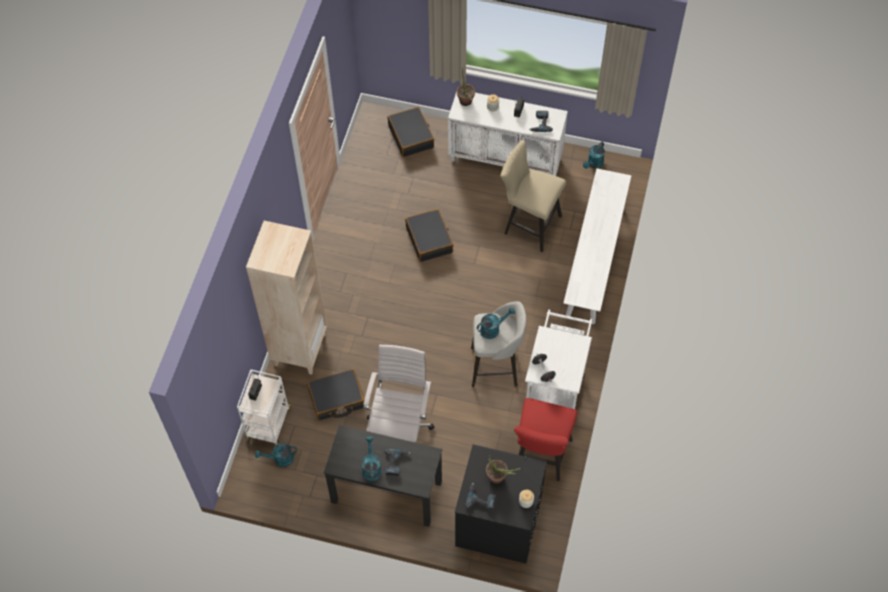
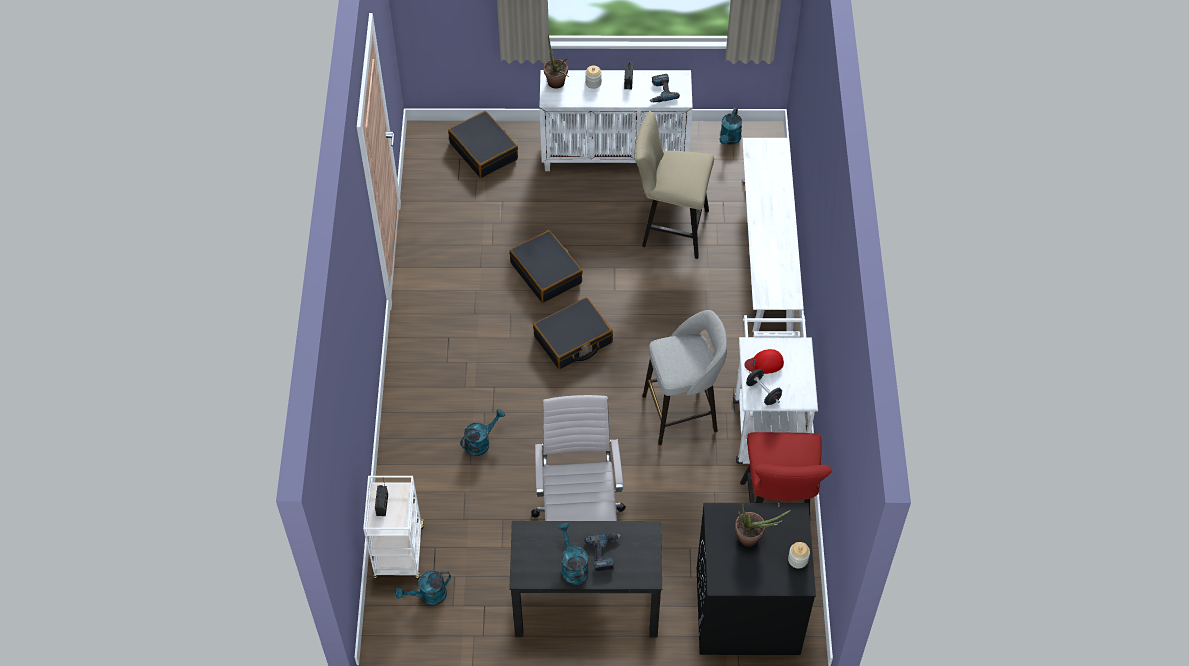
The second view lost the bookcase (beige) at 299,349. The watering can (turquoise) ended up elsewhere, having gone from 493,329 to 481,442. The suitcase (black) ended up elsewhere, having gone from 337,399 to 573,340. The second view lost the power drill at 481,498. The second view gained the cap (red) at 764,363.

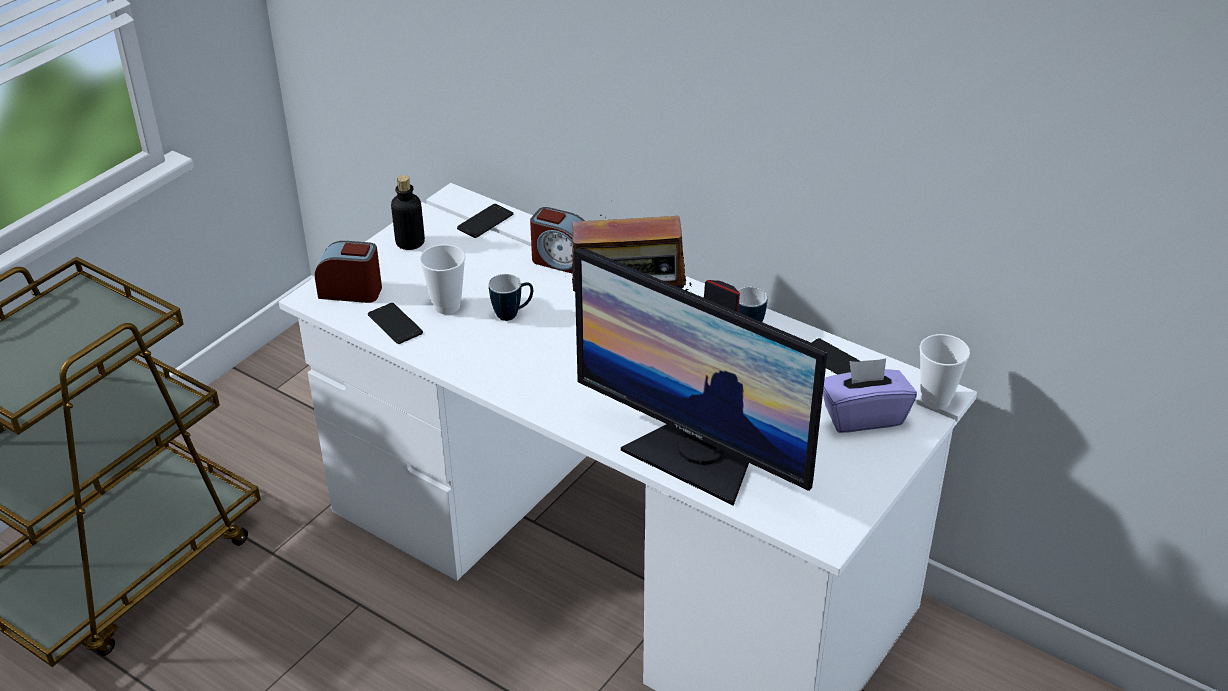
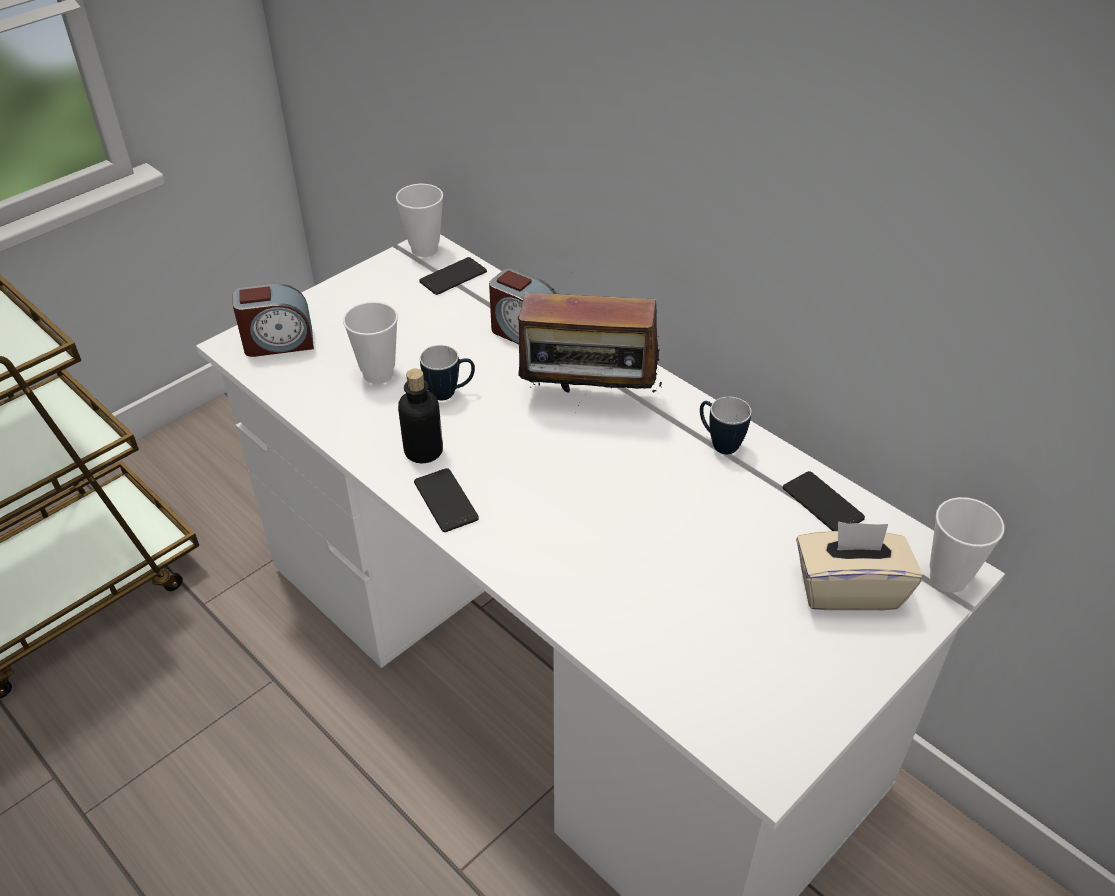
The bottle ended up elsewhere, having gone from 410,242 to 423,451. The alarm clock at 351,291 ended up facing another way, 150 degrees clockwise from before. The second view lost the monitor at 695,458. The phone ended up elsewhere, having gone from 395,324 to 446,500. What was the tissue box (purple) at 863,416 turned into the tissue box (beige) at 848,588. The second view gained the cup at 424,249.

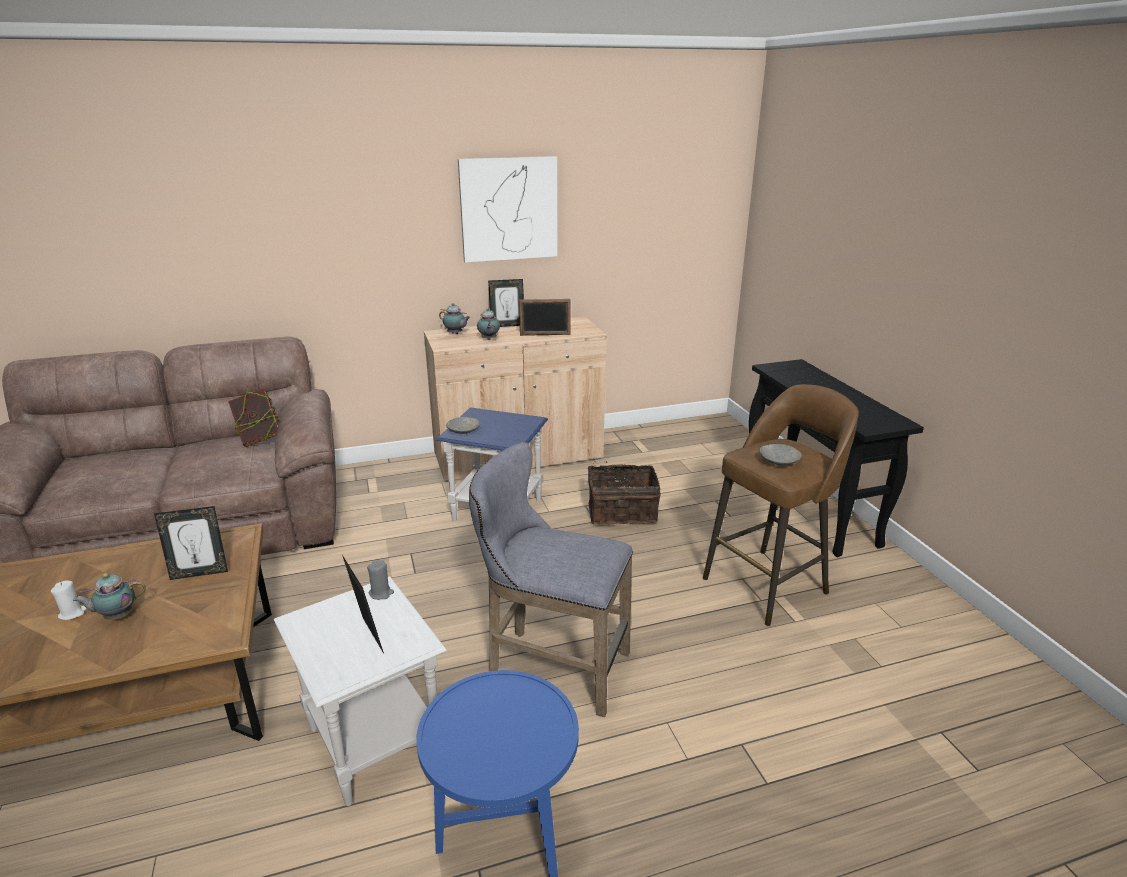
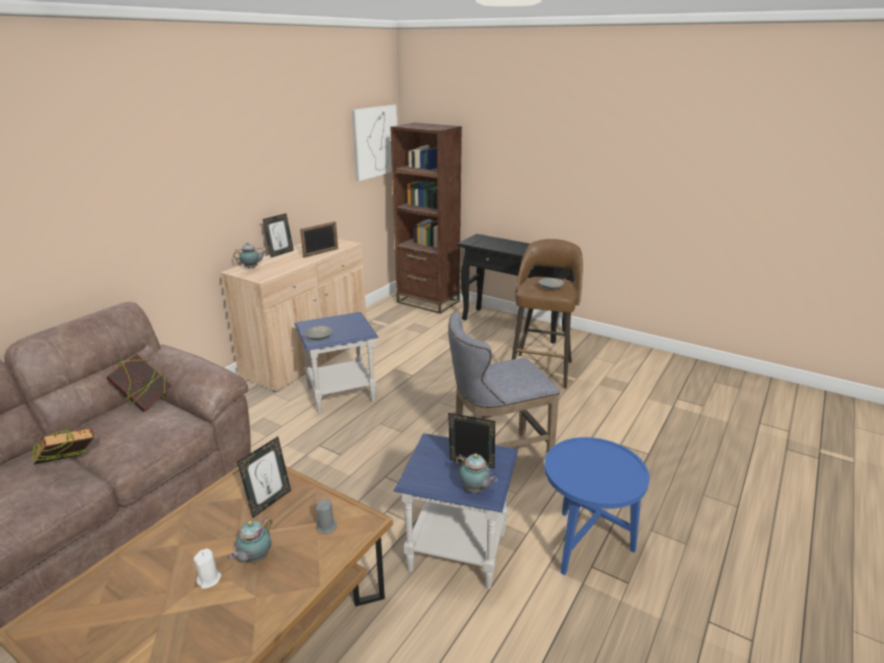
The picture ended up elsewhere, having gone from 508,209 to 375,141. The teapot ended up elsewhere, having gone from 488,339 to 475,490. The second view lost the basket at 621,511. The candle (grey) ended up elsewhere, having gone from 381,593 to 326,527. What was the side table (white) at 374,741 turned into the side table (blue) at 456,551. The second view gained the bookcase (brown) at 428,302. The second view gained the book at 70,468.

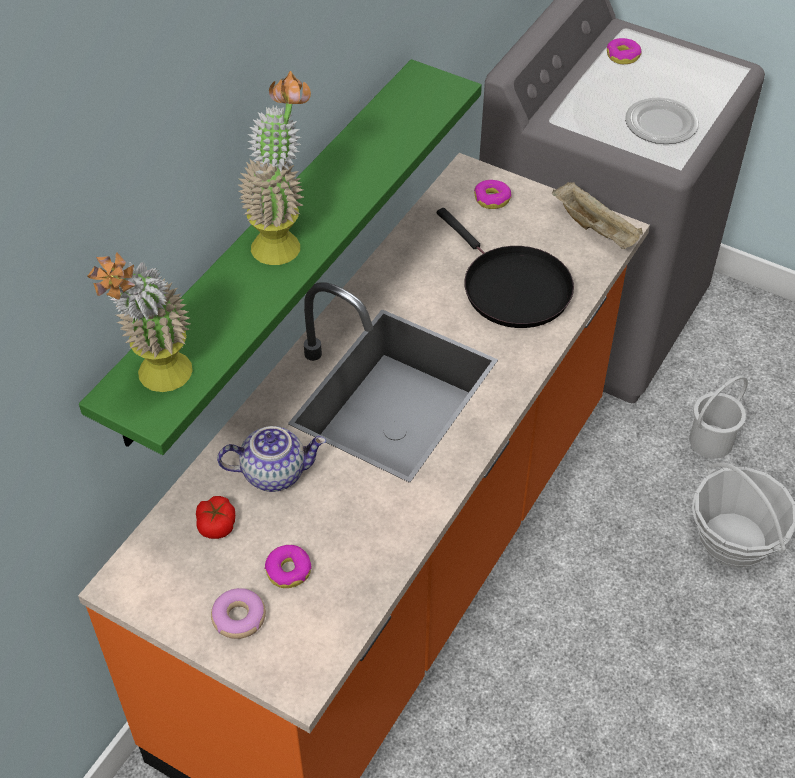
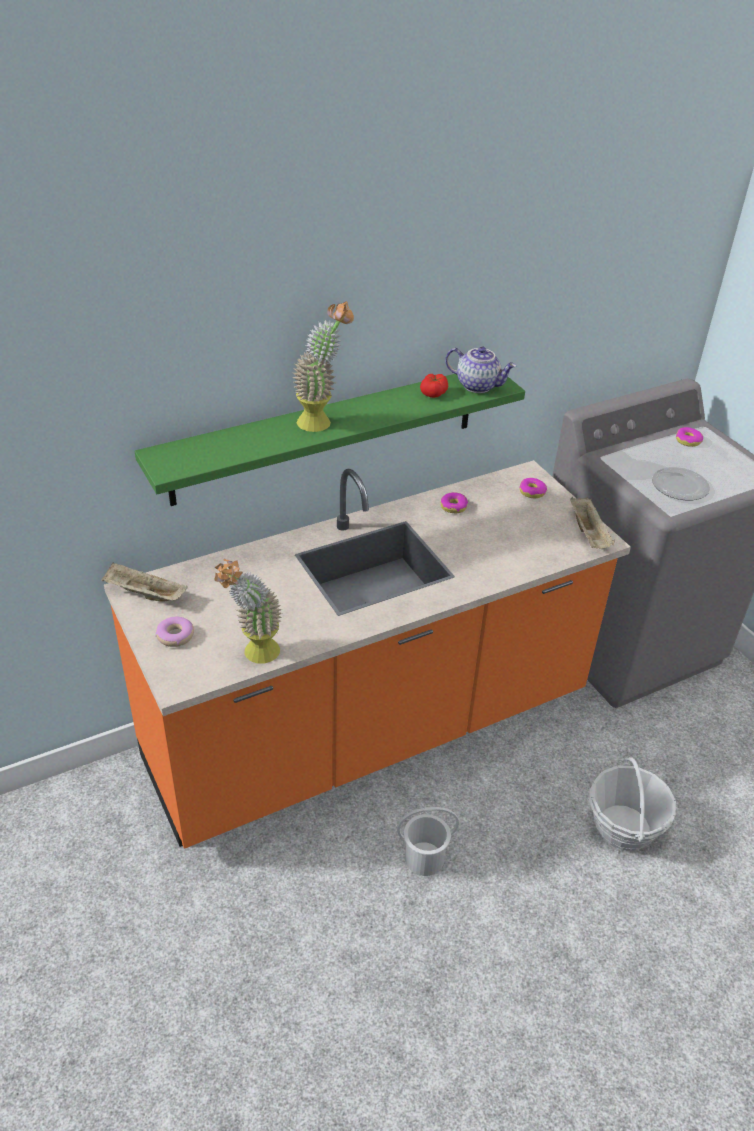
The second view lost the frying pan (black) at 511,288. The potted plant ended up elsewhere, having gone from 158,382 to 254,655. The bucket (white) ended up elsewhere, having gone from 710,441 to 423,858. The teapot ended up elsewhere, having gone from 274,472 to 478,385. The tomato ended up elsewhere, having gone from 217,524 to 433,393. The donut ended up elsewhere, having gone from 288,570 to 453,506. The second view gained the tray (beige) at 144,594.

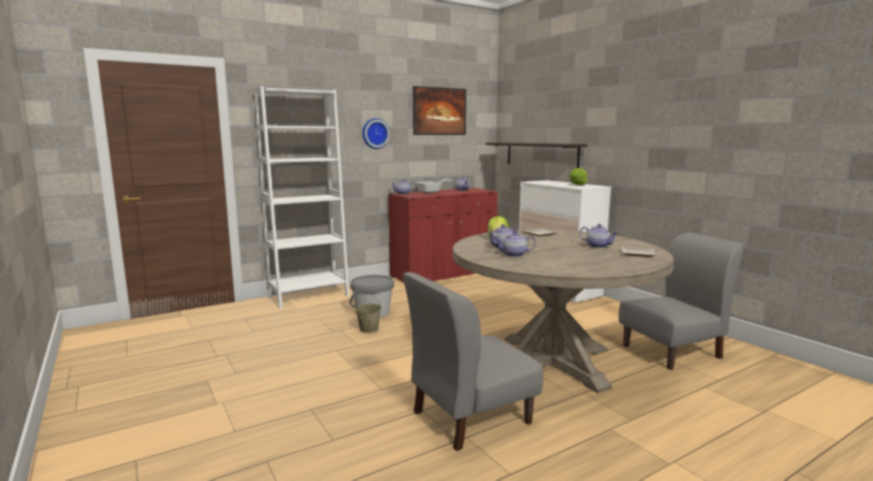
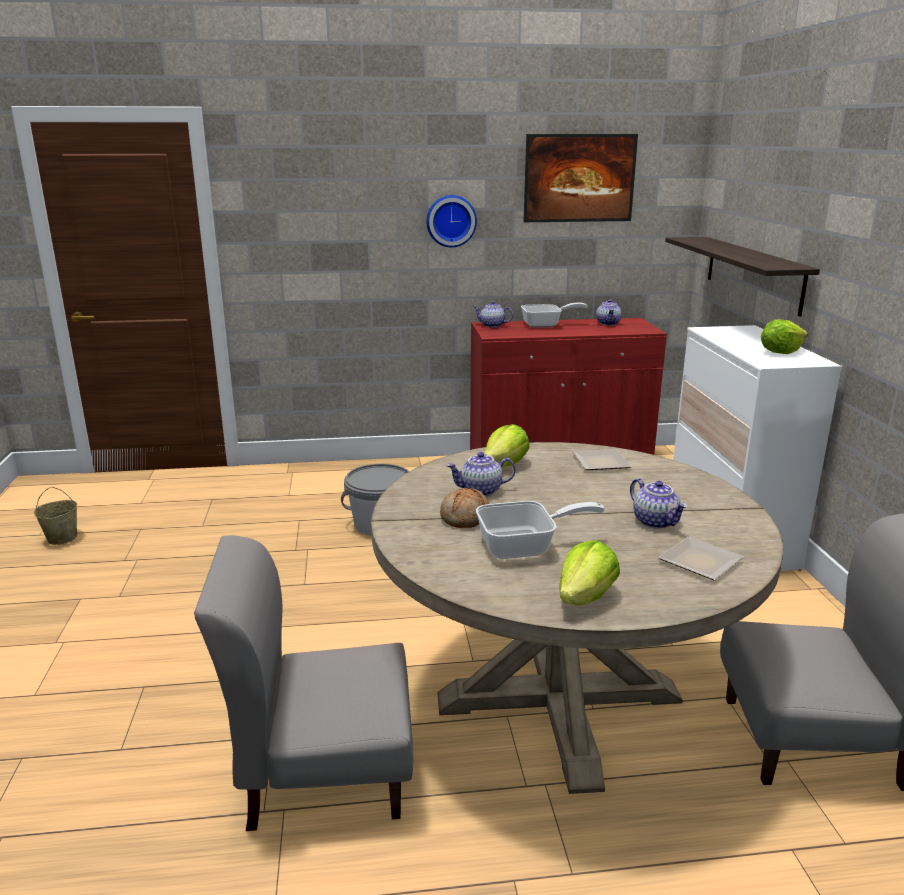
The second view lost the bookcase (white) at 309,297. Where the teapot stood at 514,255, the bread came to stand at 465,518. The bucket (beige) ended up elsewhere, having gone from 369,329 to 62,538. The second view gained the frying pan at 525,547. The second view gained the lettuce at 586,597.

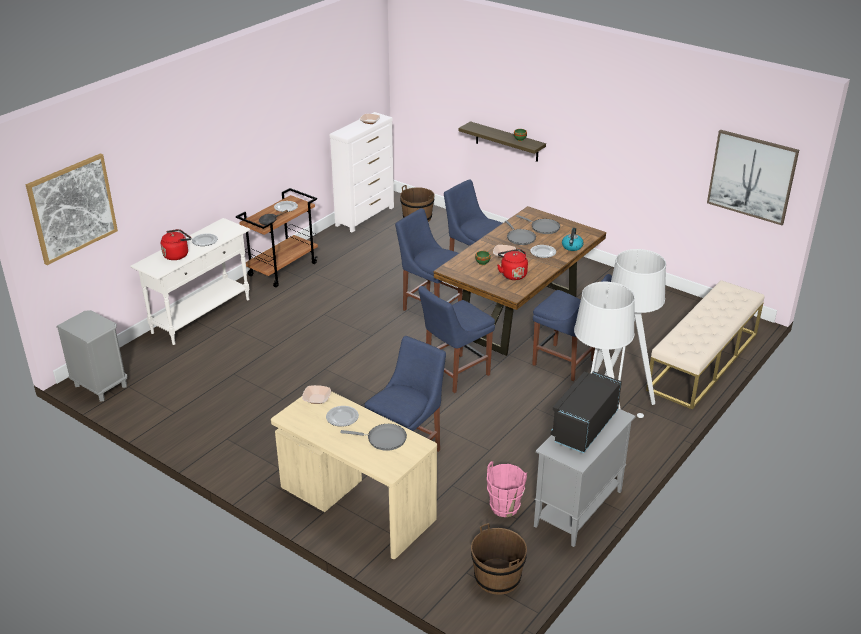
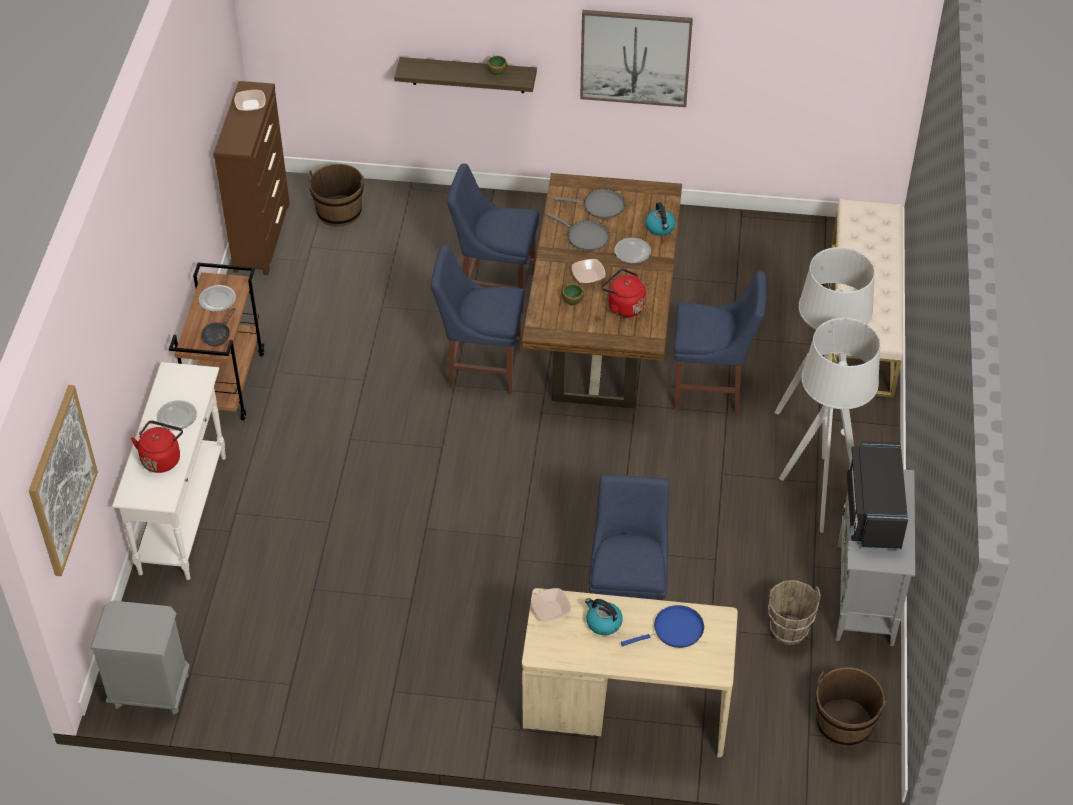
What was the dresser (white) at 365,216 turned into the dresser (brown) at 262,236. The picture ended up elsewhere, having gone from 752,176 to 635,57. The second view lost the chair (blue) at 454,374. Where the plate stood at 342,417, the kettle came to stand at 603,623. What was the frying pan (grey) at 383,439 turned into the frying pan (blue) at 674,630. What was the bucket (pink) at 504,508 turned into the bucket (brown) at 788,631.

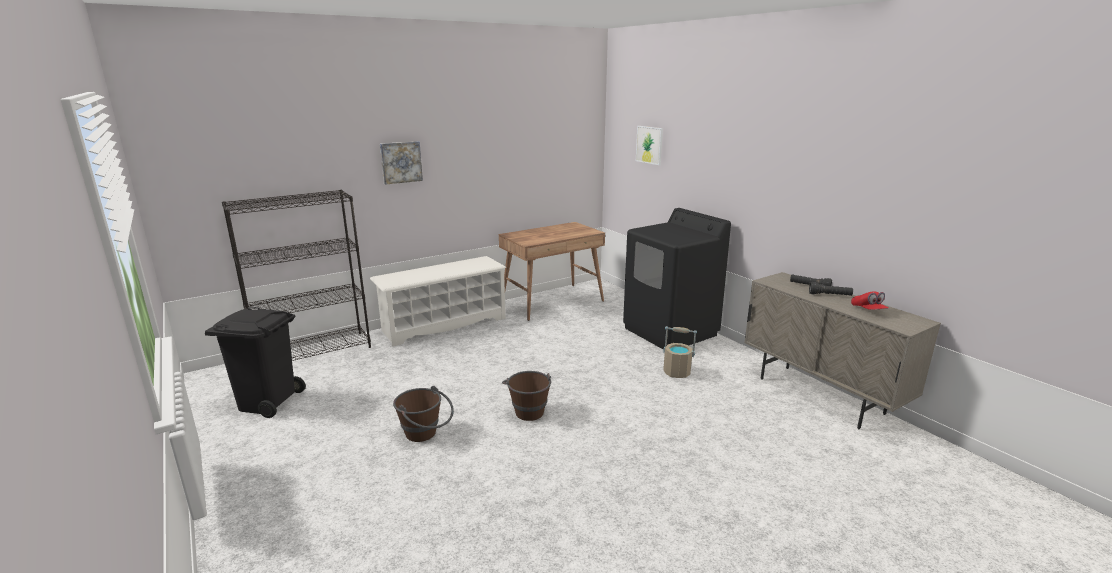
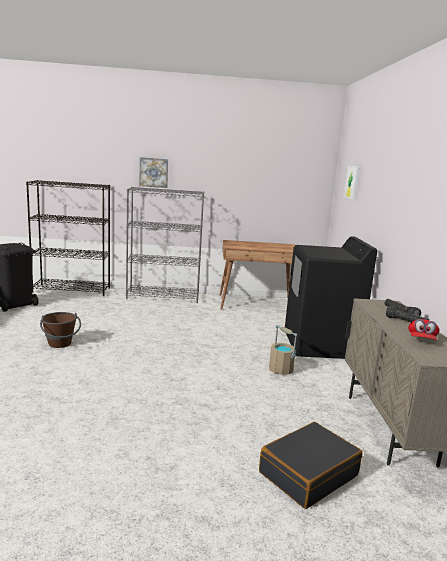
Where the shoe rack (white) stood at 444,324, the bookcase (grey) came to stand at 163,296. The second view lost the bucket (brown) at 528,409. The second view gained the suitcase (black) at 308,473.

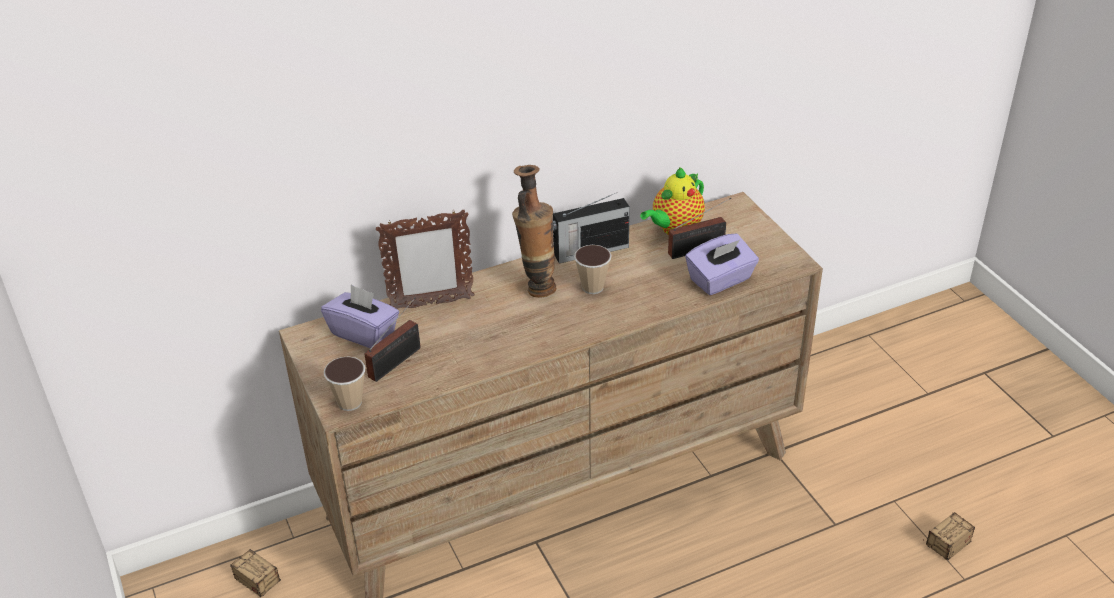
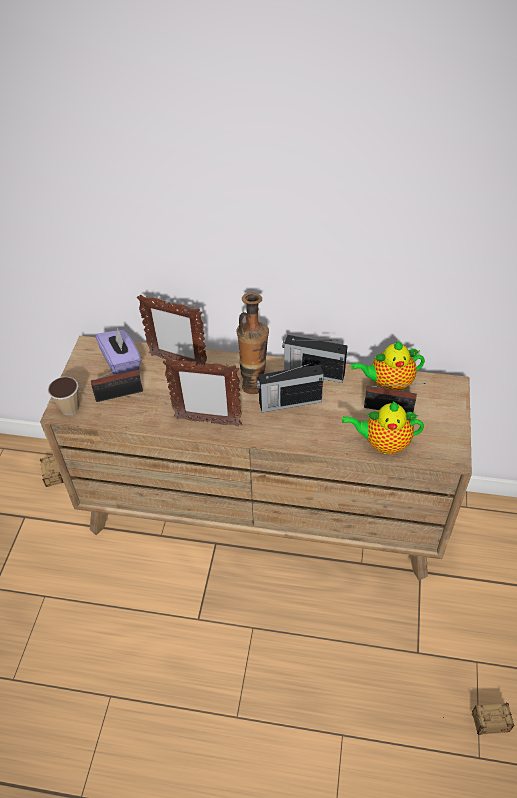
Where the tissue box (purple) stood at 720,280, the teapot came to stand at 383,443. Where the cup stood at 592,287, the radio came to stand at 289,402. The second view gained the picture frame at 207,421.

